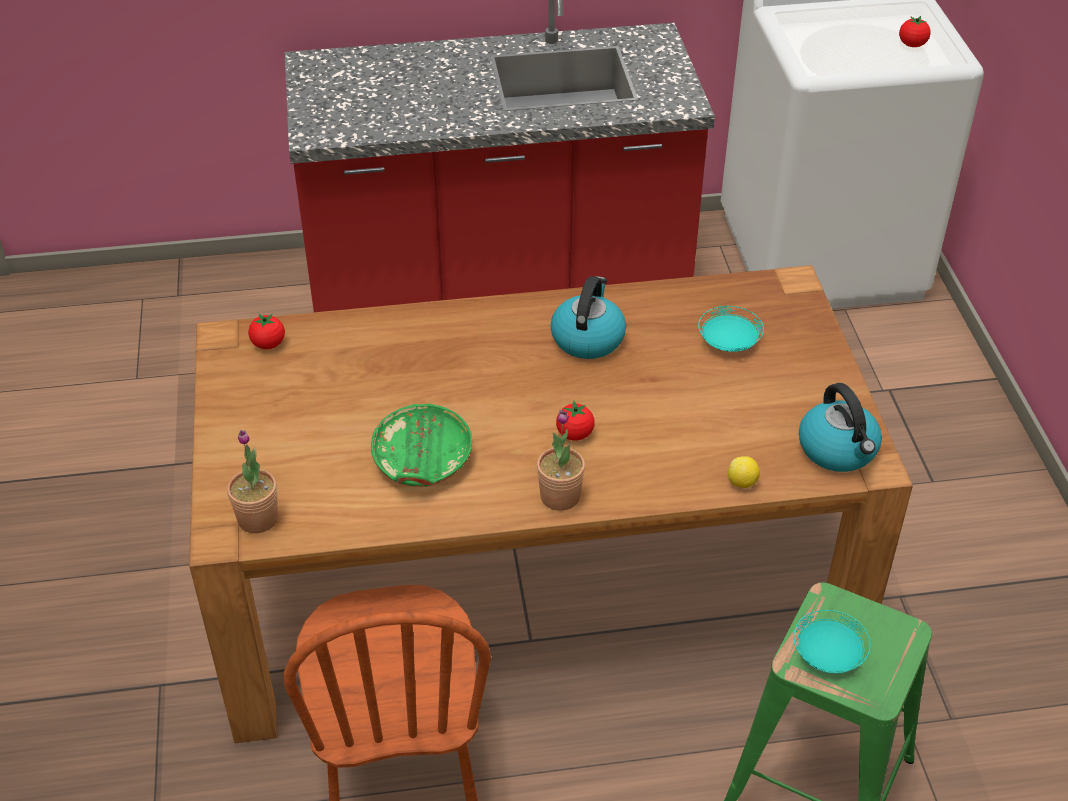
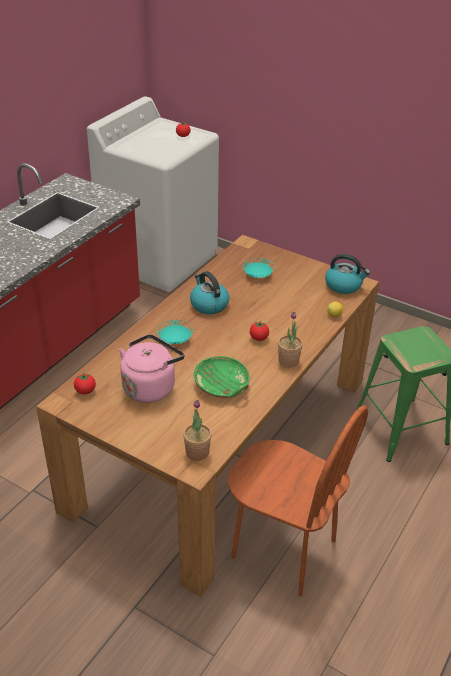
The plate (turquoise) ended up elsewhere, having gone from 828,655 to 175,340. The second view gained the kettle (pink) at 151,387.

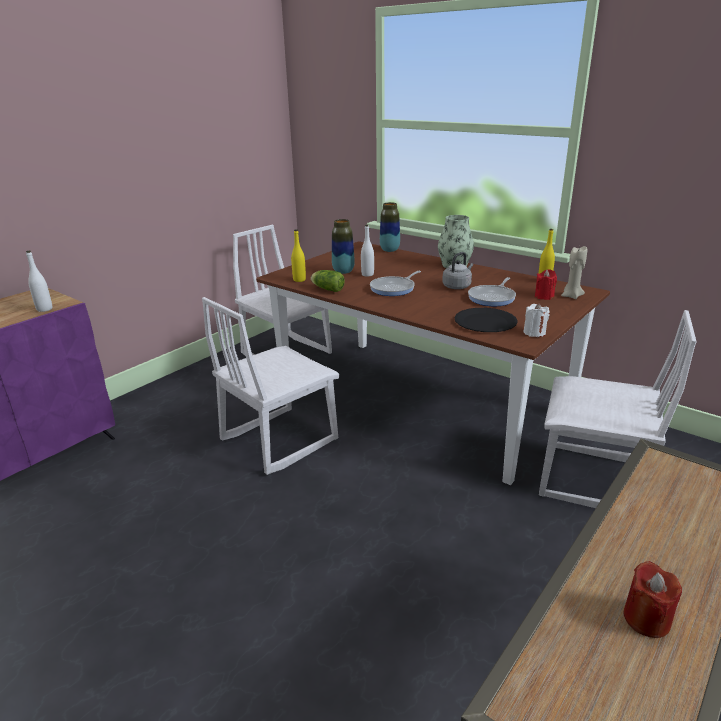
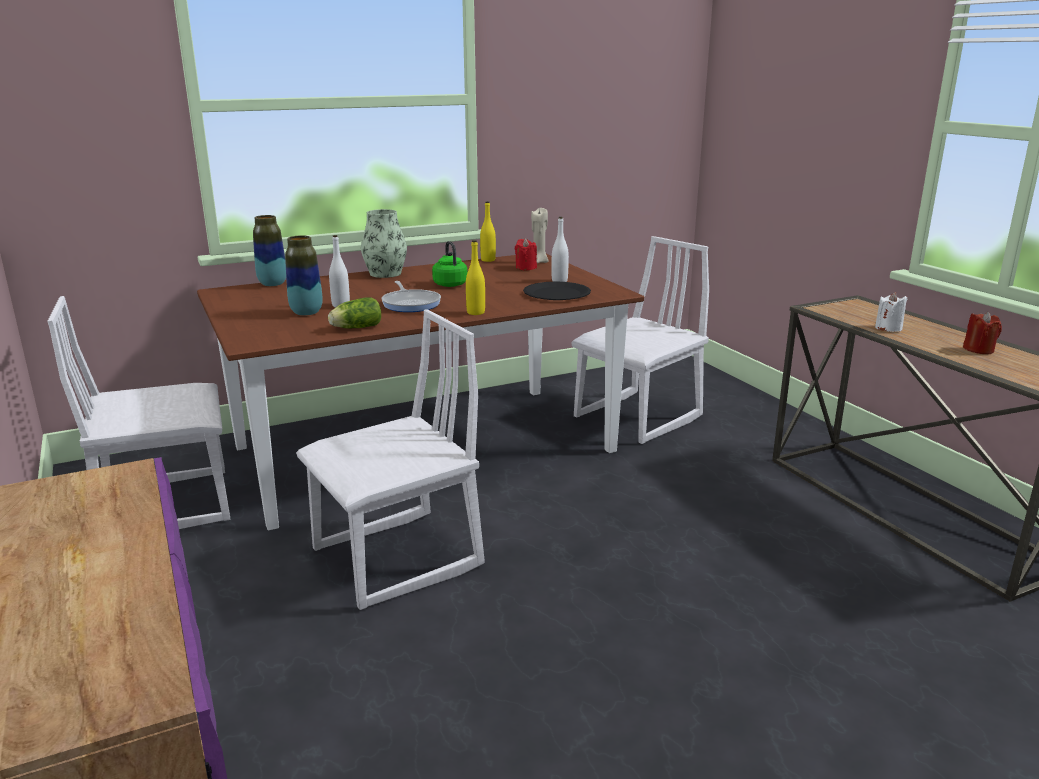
The bottle (yellow) ended up elsewhere, having gone from 299,280 to 475,312. The bottle (white) ended up elsewhere, having gone from 44,309 to 559,281. What was the kettle (grey) at 457,286 turned into the kettle (green) at 449,284. The second view lost the frying pan at 493,298. The chair (white) at 278,439 ended up facing another way, 105 degrees counterclockwise from before. The candle (white) ended up elsewhere, having gone from 534,333 to 888,328.

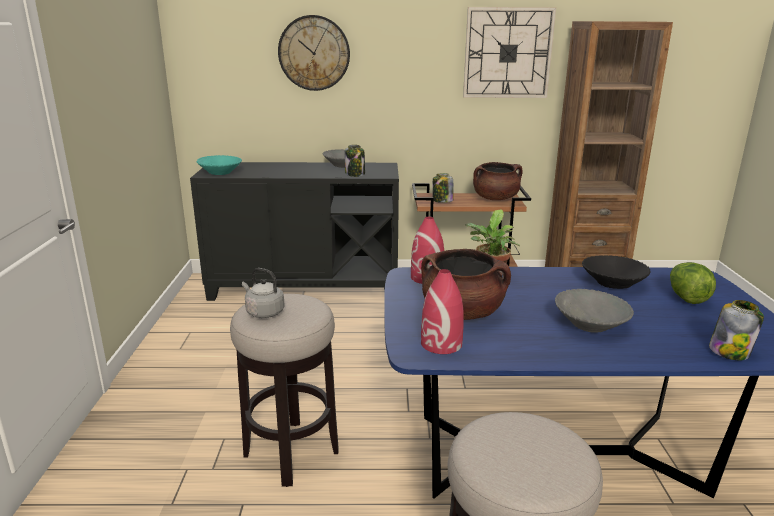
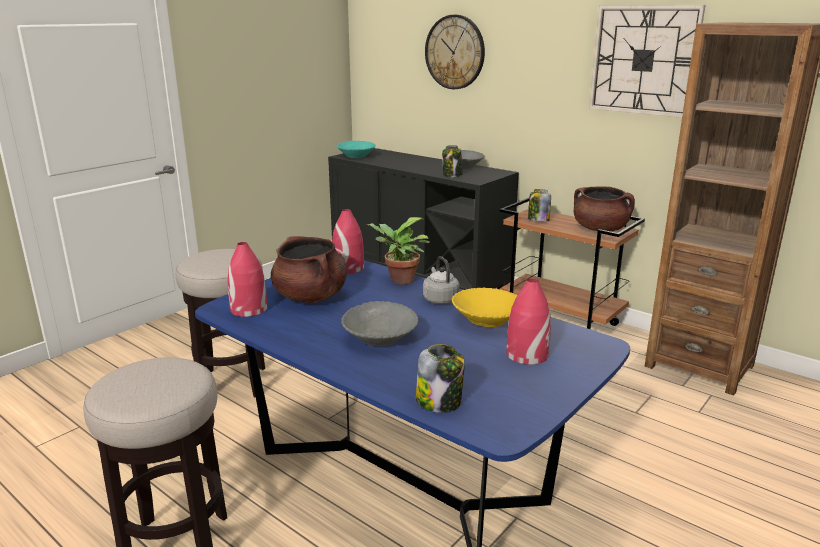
What was the bowl (black) at 612,283 turned into the bowl (yellow) at 486,320. Where the lettuce stood at 686,297, the vase (red) came to stand at 526,354. The kettle (grey) ended up elsewhere, having gone from 263,312 to 440,299.

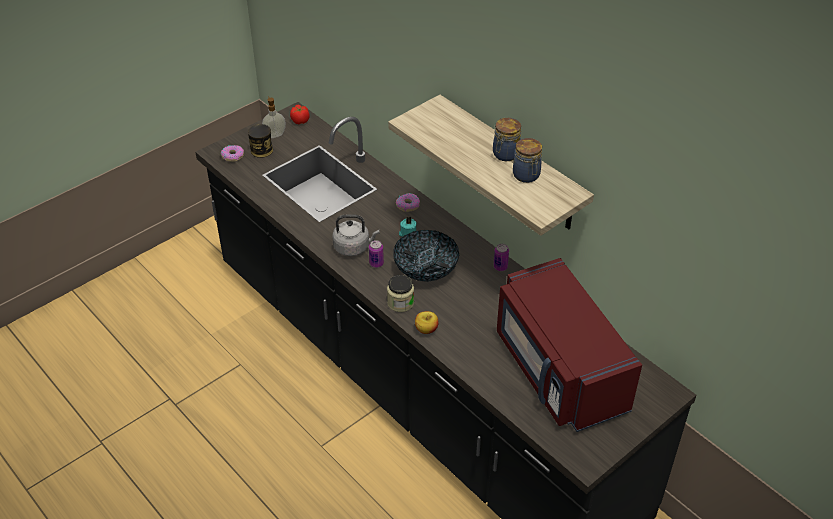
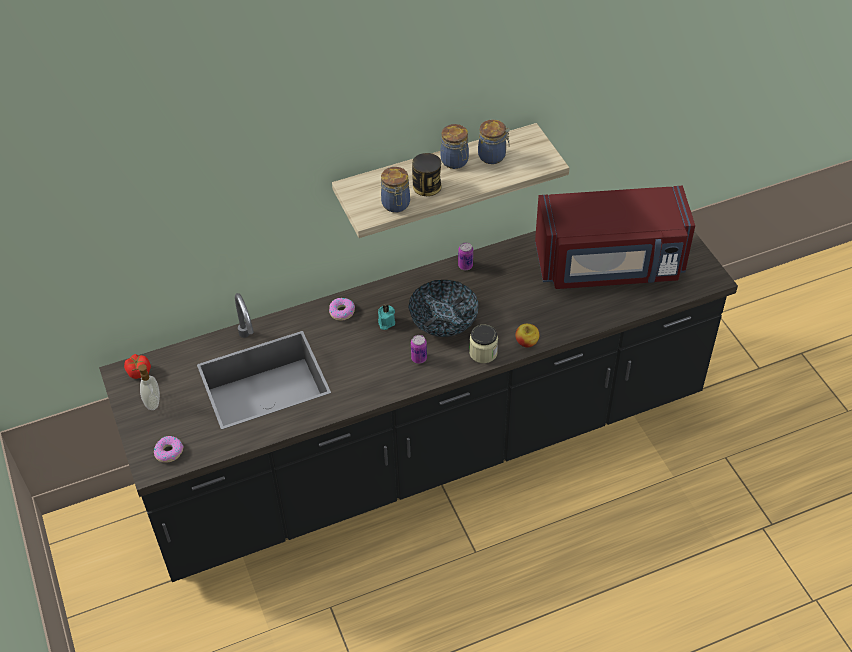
The can ended up elsewhere, having gone from 261,150 to 427,186. The second view lost the kettle (grey) at 353,247. The second view gained the jar at 396,205.

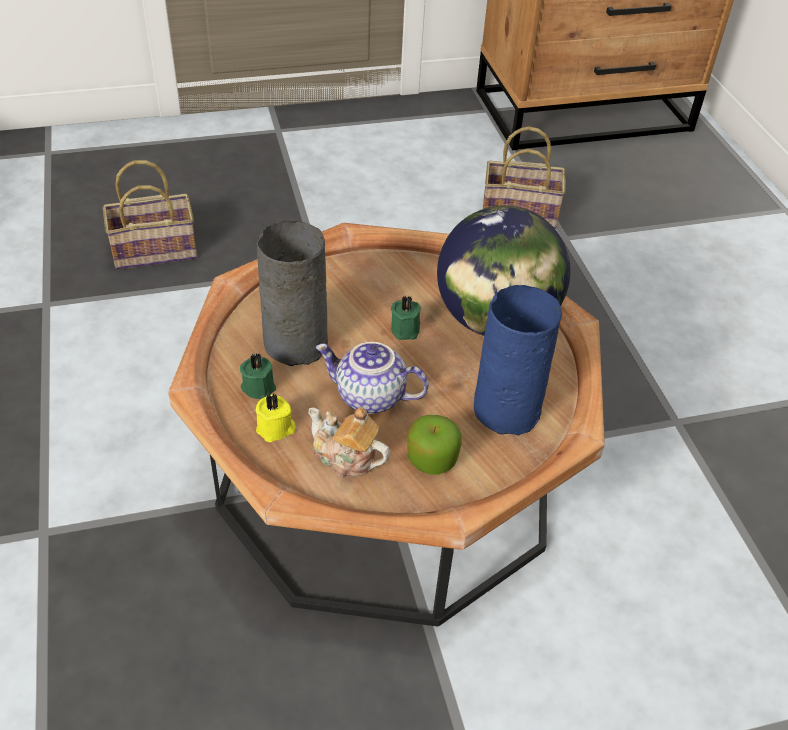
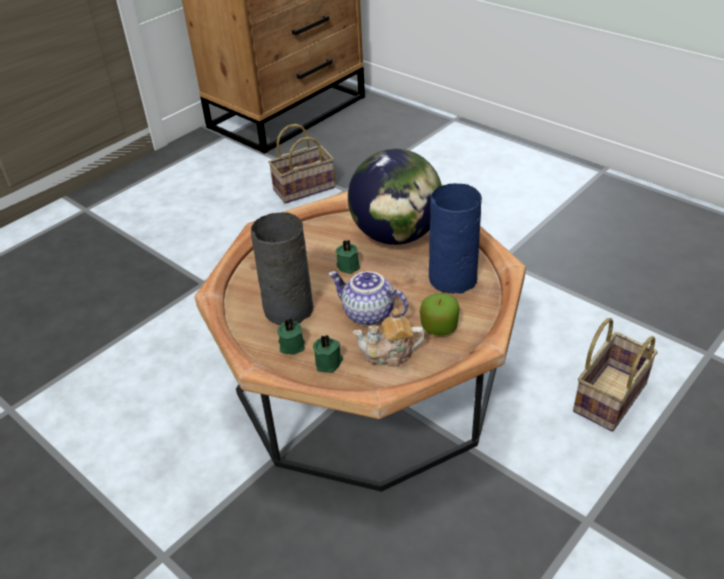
The basket ended up elsewhere, having gone from 156,250 to 609,395. The teapot at 369,398 ended up facing another way, 45 degrees clockwise from before. What was the candle (yellow) at 276,429 turned into the candle (green) at 329,363.

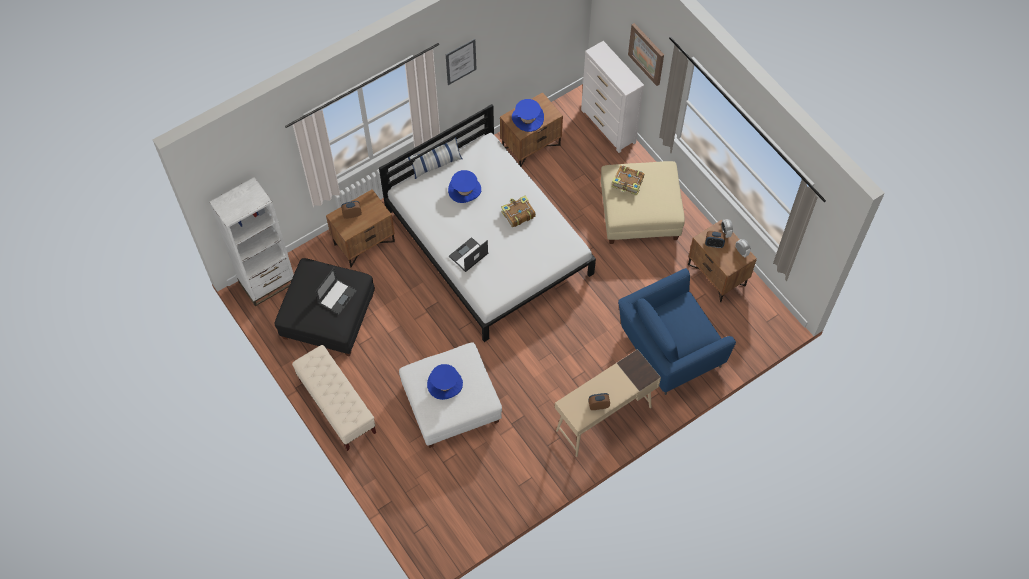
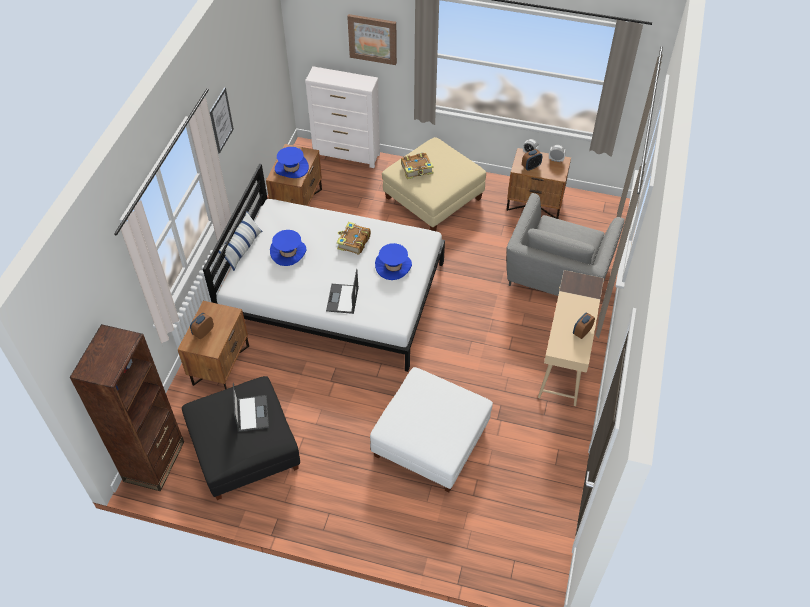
What was the bookcase (white) at 267,282 turned into the bookcase (brown) at 154,461. What was the armchair (blue) at 669,349 turned into the armchair (grey) at 557,276. The second view lost the bench (beige) at 337,406. The hat (blue) ended up elsewhere, having gone from 445,384 to 393,266.

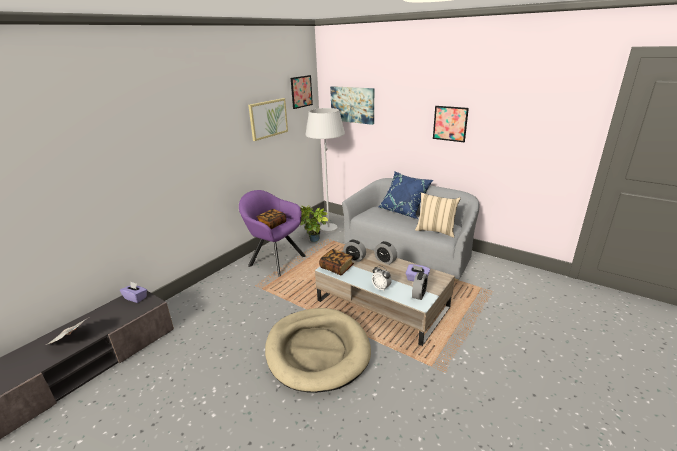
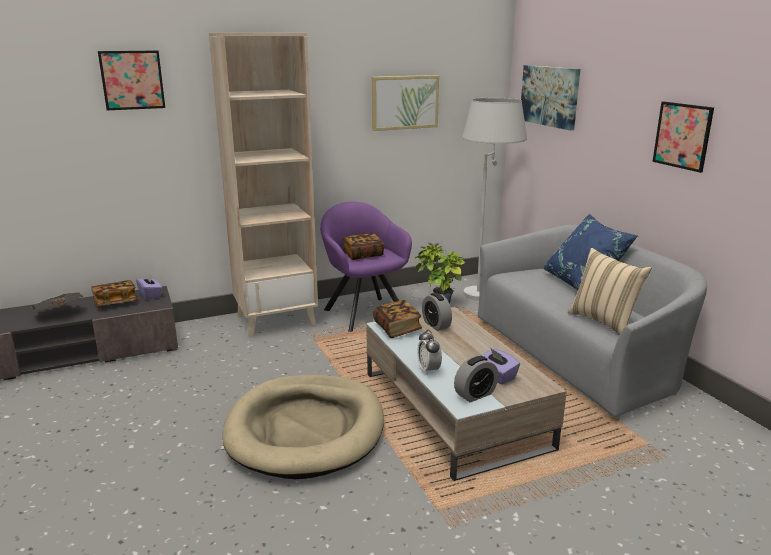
The picture ended up elsewhere, having gone from 301,91 to 132,80. The second view lost the alarm clock at 385,260. The second view gained the bookcase (beige) at 276,320. The second view gained the book at 115,302.

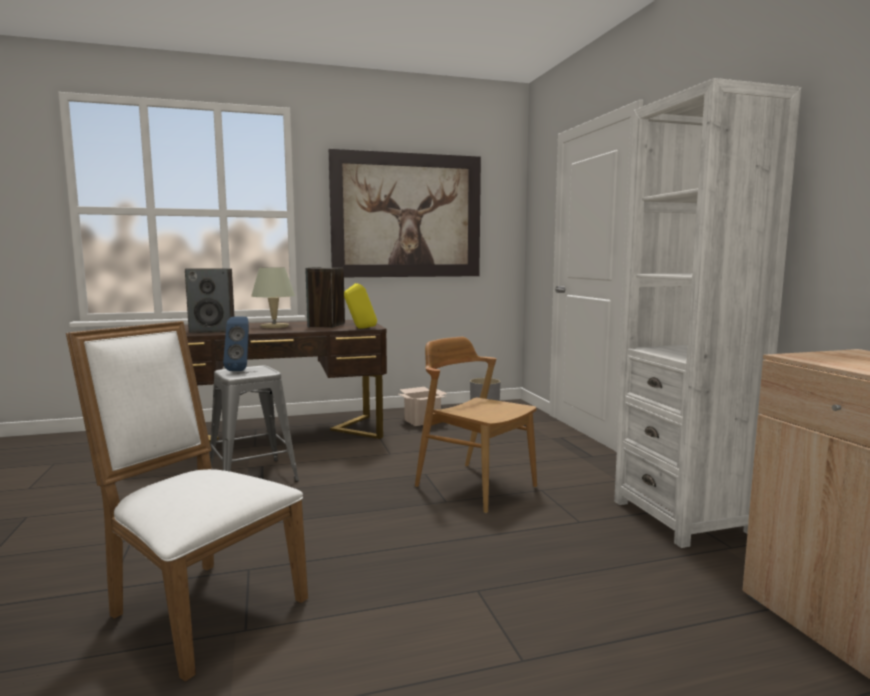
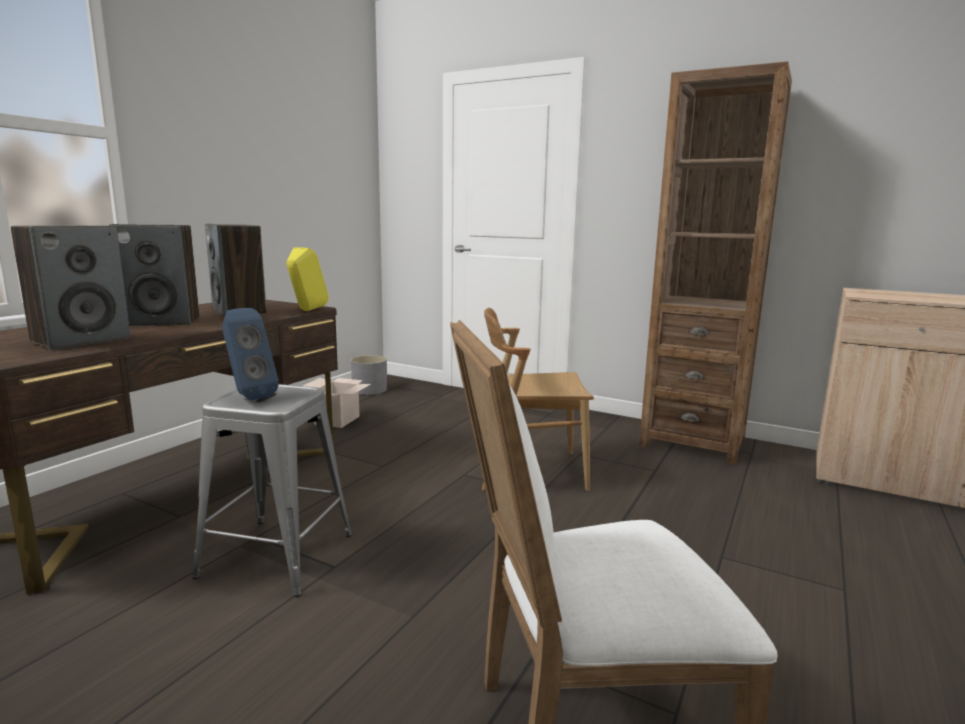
What was the bookcase (white) at 682,517 turned into the bookcase (brown) at 692,442. The second view lost the picture at 407,216. Where the table lamp (beige) stood at 275,326, the speaker came to stand at 163,321.

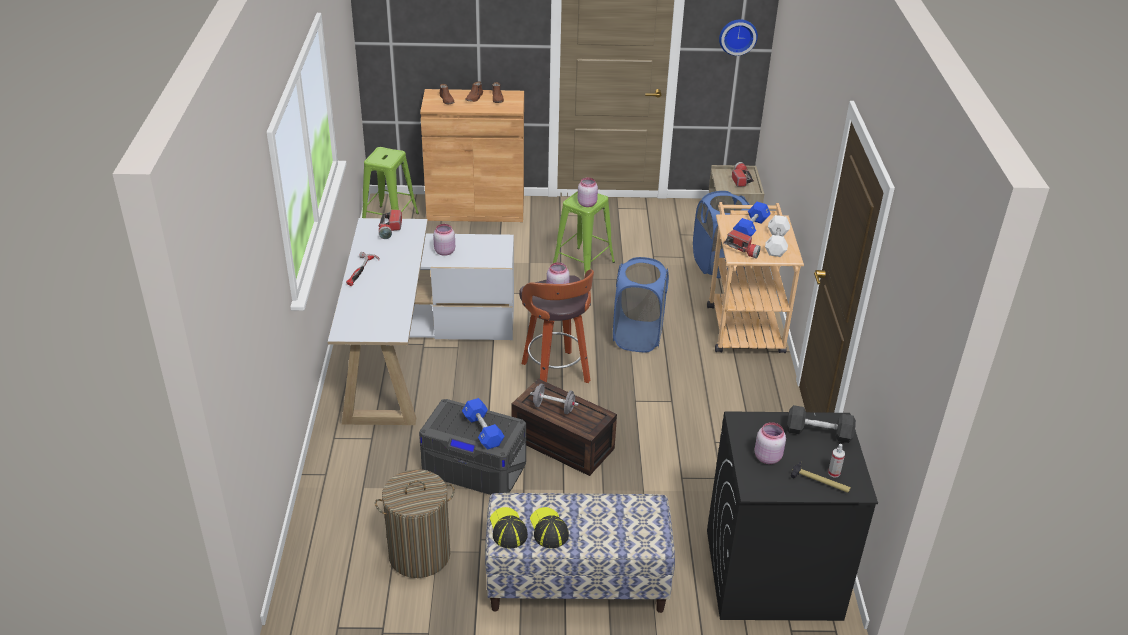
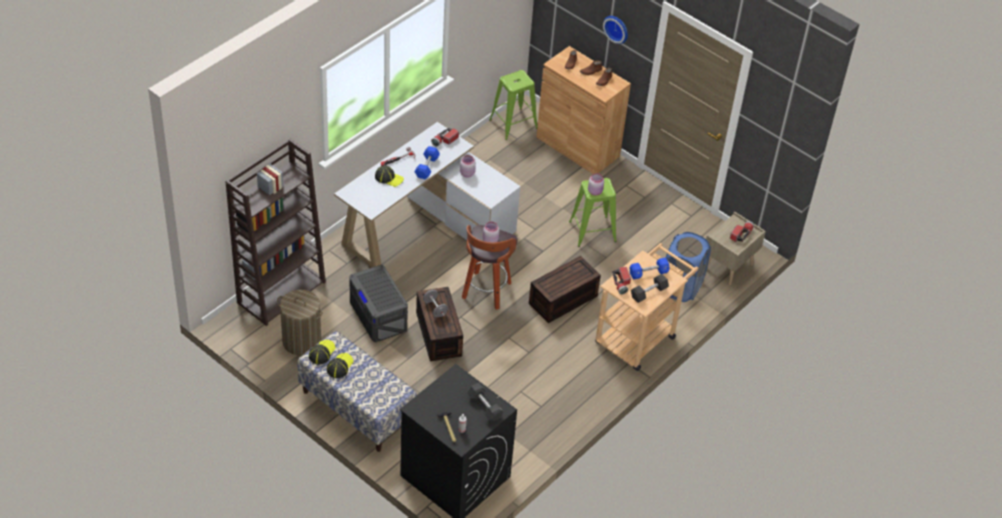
The wall clock ended up elsewhere, having gone from 737,36 to 617,28. What was the dumbbell (white) at 776,243 turned into the dumbbell (black) at 649,293. Where the laundry basket (blue) stood at 637,336, the storage box (brown) came to stand at 563,300. The dumbbell (blue) ended up elsewhere, having gone from 483,431 to 427,167. The second view lost the jar (pink) at 767,456. The second view gained the bookcase (brown) at 281,291. The second view gained the cap at 389,178.

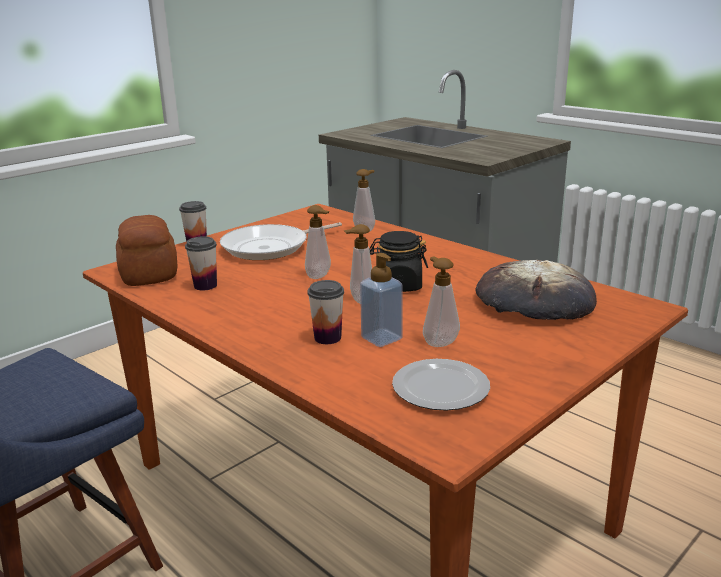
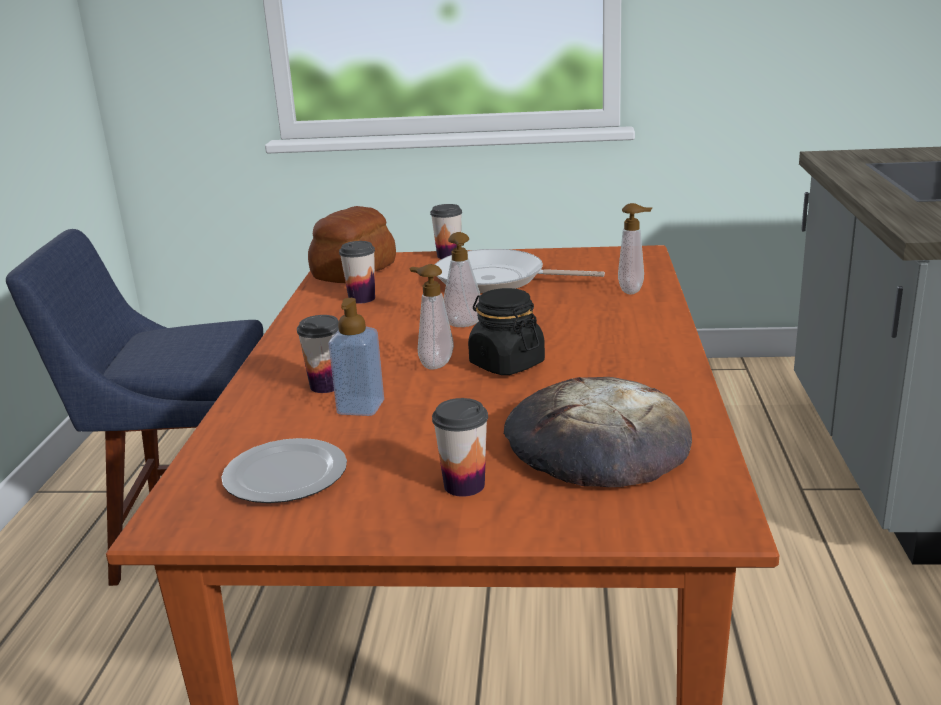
The second view lost the soap dispenser at 439,342. The second view gained the cup at 464,485.

